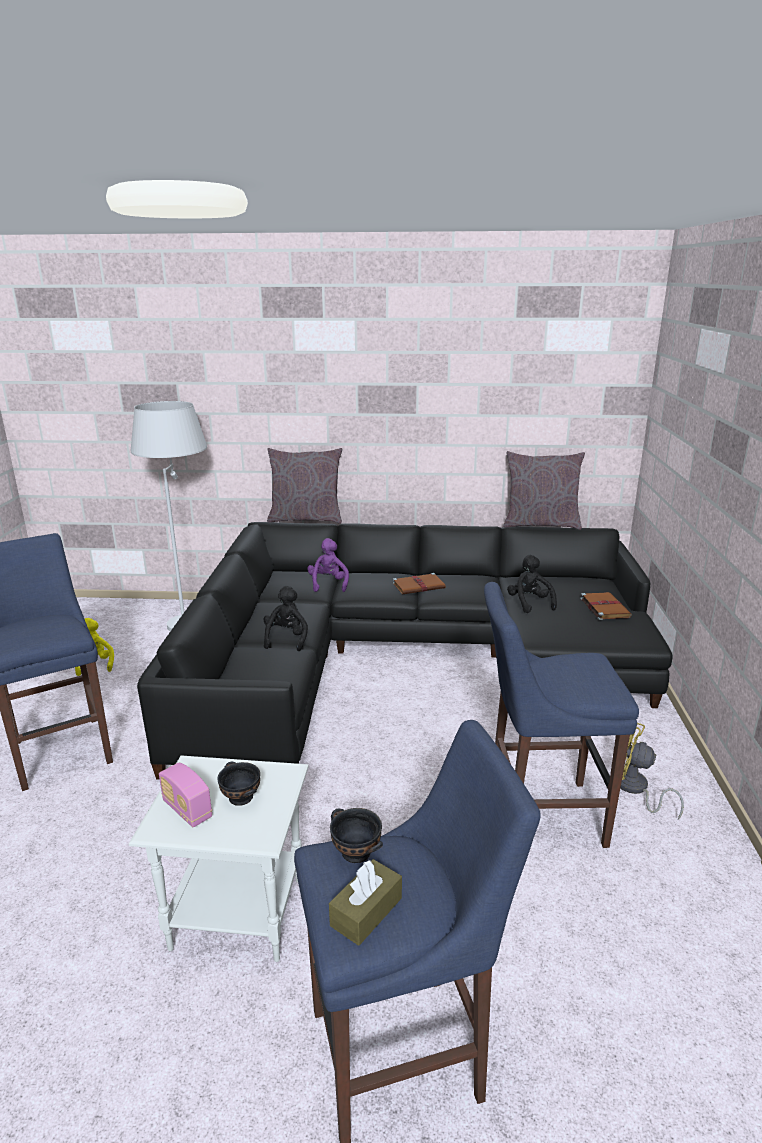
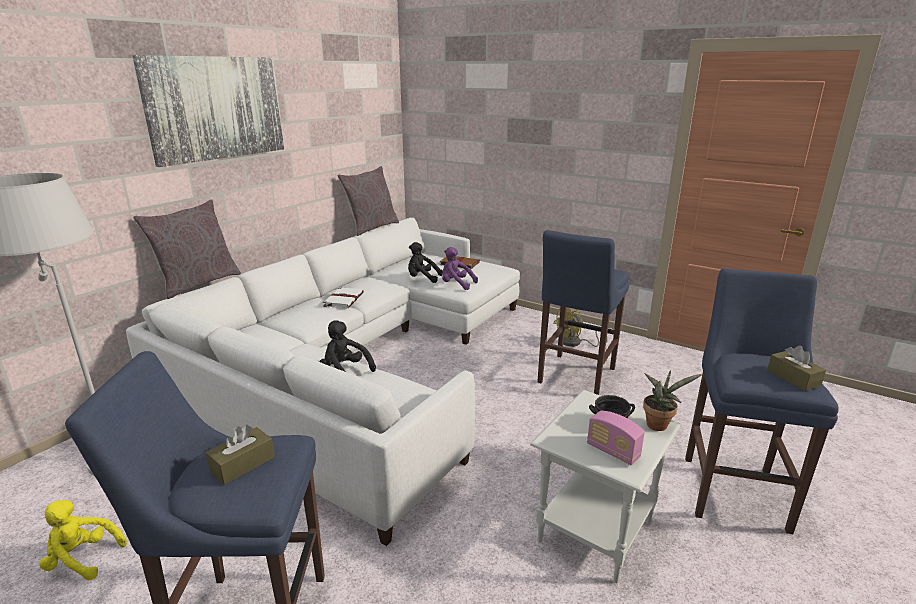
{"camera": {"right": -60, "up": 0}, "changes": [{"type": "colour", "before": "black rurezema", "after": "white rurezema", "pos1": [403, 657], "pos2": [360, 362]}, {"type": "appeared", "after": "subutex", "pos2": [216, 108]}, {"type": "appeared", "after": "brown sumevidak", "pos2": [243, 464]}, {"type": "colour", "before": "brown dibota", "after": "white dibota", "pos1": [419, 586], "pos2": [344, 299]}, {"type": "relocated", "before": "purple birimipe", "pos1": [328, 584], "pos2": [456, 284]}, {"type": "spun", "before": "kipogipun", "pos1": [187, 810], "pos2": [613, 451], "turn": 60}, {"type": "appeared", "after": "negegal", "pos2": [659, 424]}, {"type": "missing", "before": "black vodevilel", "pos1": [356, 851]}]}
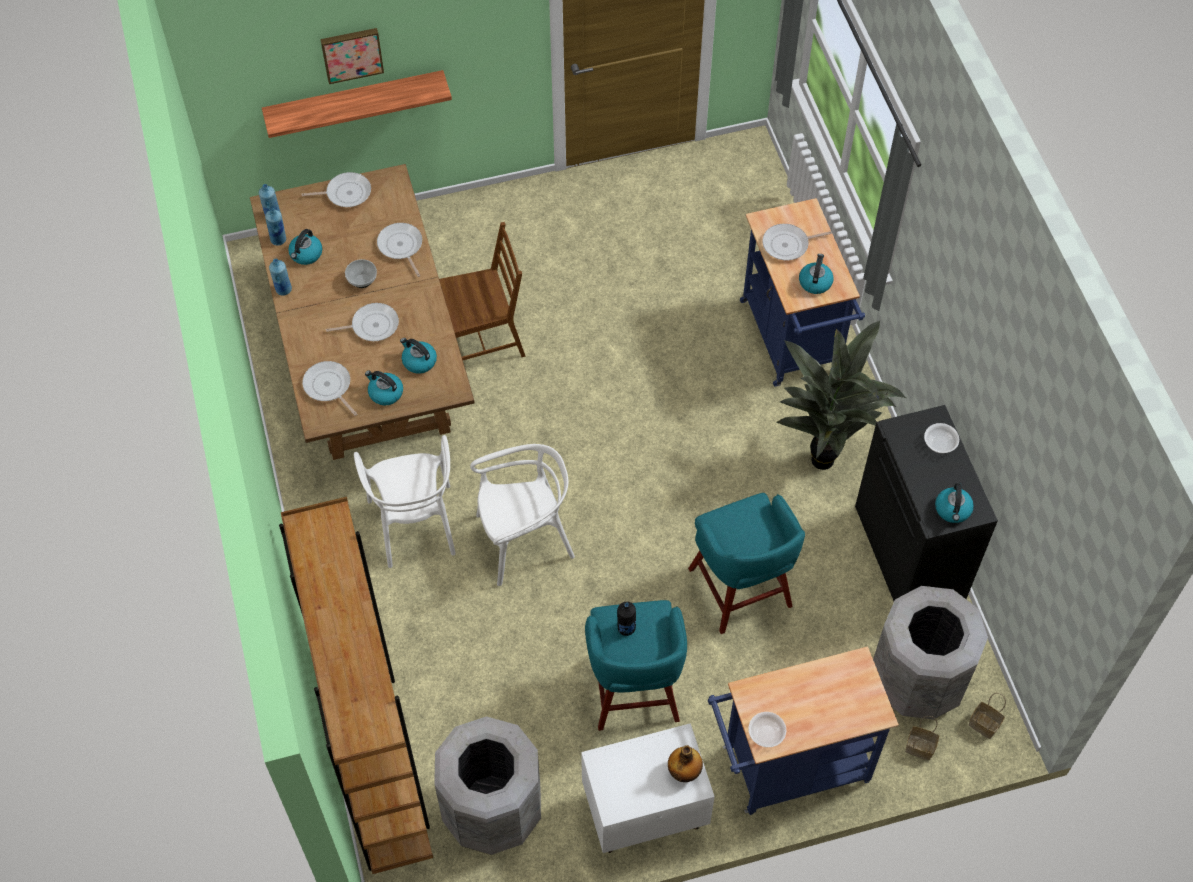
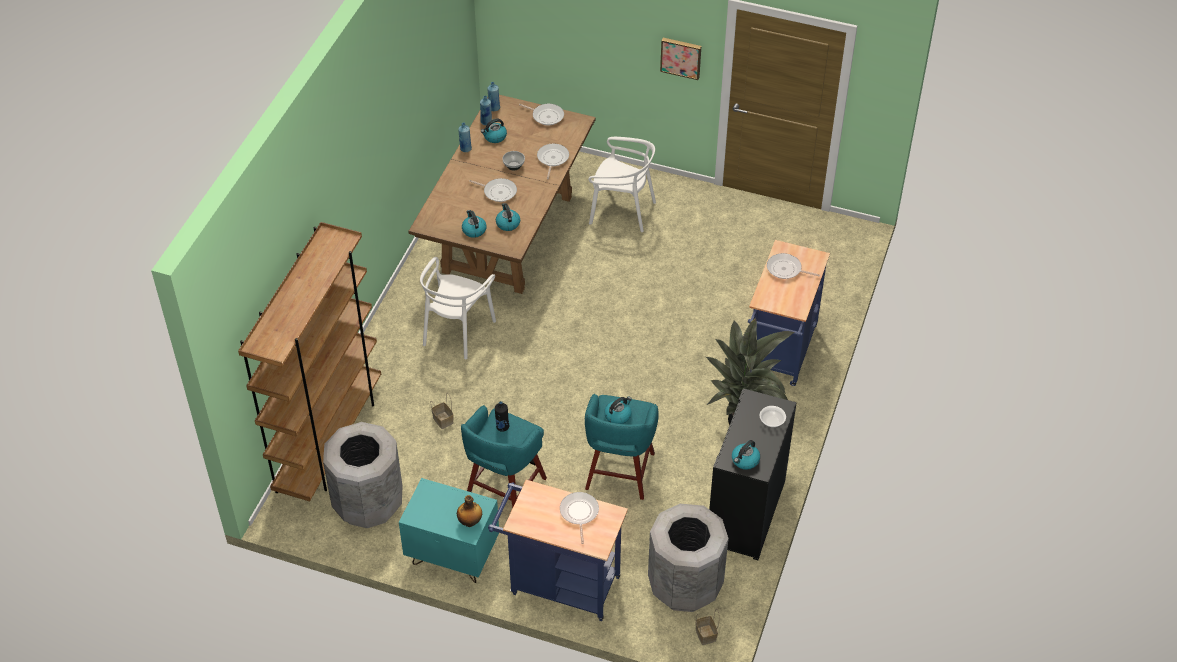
{"camera": {"right": 35, "up": -10}, "changes": [{"type": "colour", "before": "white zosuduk", "after": "turquoise zosuduk", "pos1": [644, 813], "pos2": [452, 556]}, {"type": "relocated", "before": "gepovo", "pos1": [918, 747], "pos2": [442, 420]}, {"type": "relocated", "before": "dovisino", "pos1": [329, 387], "pos2": [579, 513]}, {"type": "relocated", "before": "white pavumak", "pos1": [524, 540], "pos2": [622, 211]}, {"type": "relocated", "before": "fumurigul", "pos1": [815, 282], "pos2": [618, 415]}, {"type": "relocated", "before": "subutex", "pos1": [351, 53], "pos2": [681, 57]}, {"type": "missing", "before": "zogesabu", "pos1": [355, 101]}, {"type": "missing", "before": "brown pavumak", "pos1": [482, 339]}, {"type": "missing", "before": "vodevilel", "pos1": [766, 733]}]}
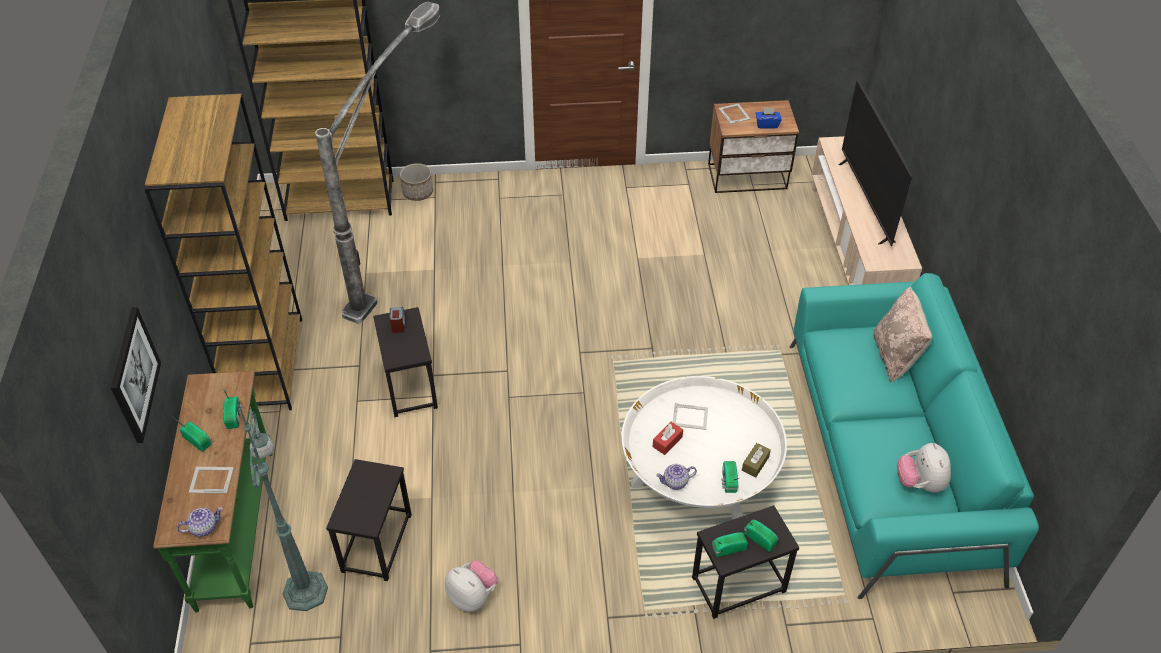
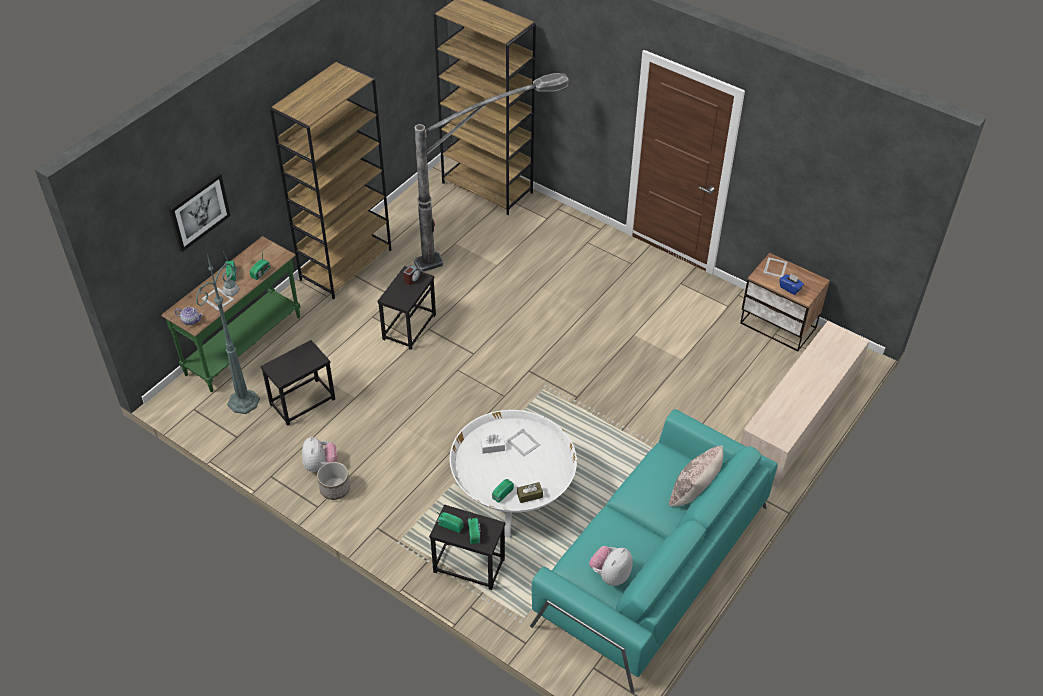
{"camera": {"right": 40, "up": 0}, "changes": [{"type": "relocated", "before": "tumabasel", "pos1": [417, 192], "pos2": [335, 488]}, {"type": "colour", "before": "red sumevidak", "after": "white sumevidak", "pos1": [667, 442], "pos2": [493, 447]}, {"type": "missing", "before": "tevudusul", "pos1": [675, 482]}, {"type": "missing", "before": "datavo", "pos1": [866, 202]}]}
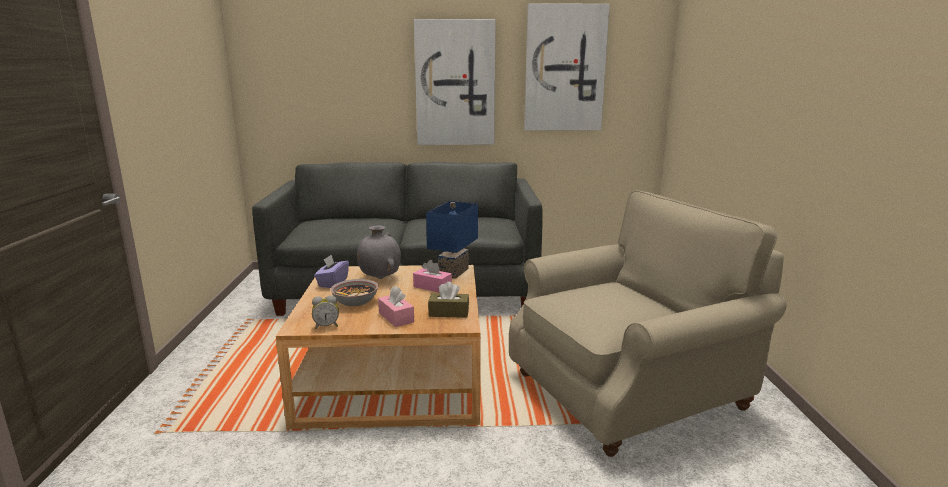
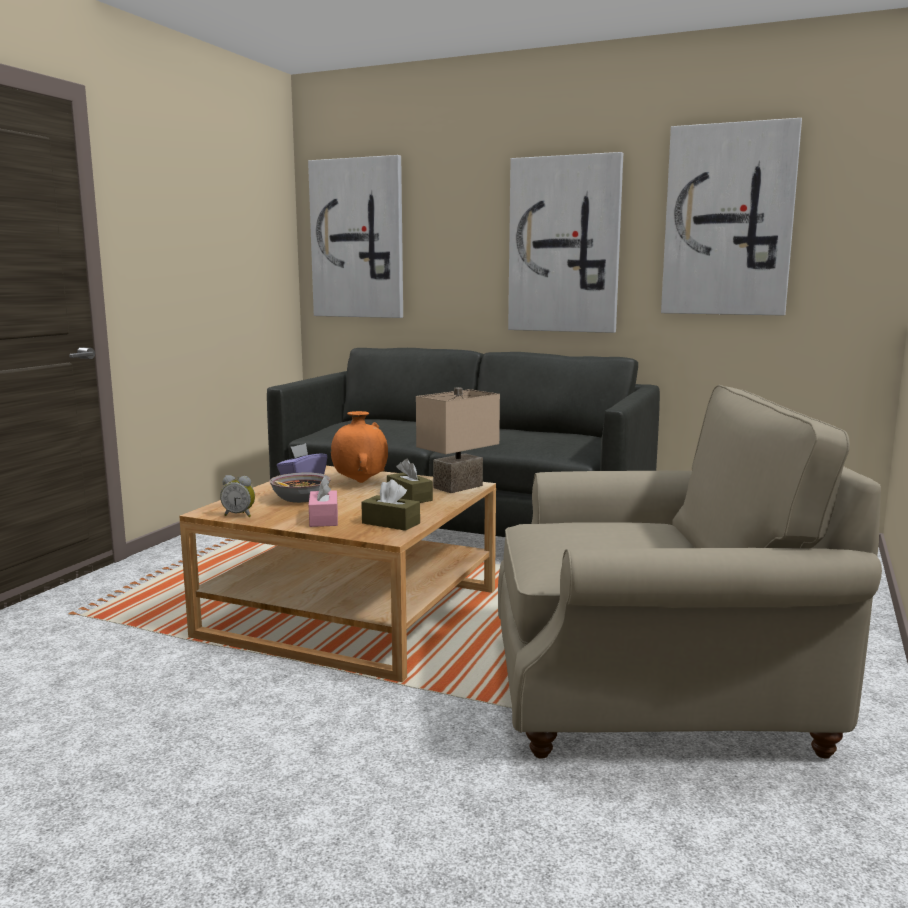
{"camera": {"right": 25, "up": -5}, "changes": [{"type": "appeared", "after": "subutex", "pos2": [357, 239]}, {"type": "colour", "before": "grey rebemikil", "after": "orange rebemikil", "pos1": [380, 278], "pos2": [360, 482]}, {"type": "colour", "before": "pink sumevidak", "after": "brown sumevidak", "pos1": [432, 287], "pos2": [409, 497]}, {"type": "colour", "before": "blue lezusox", "after": "beige lezusox", "pos1": [455, 272], "pos2": [459, 487]}]}
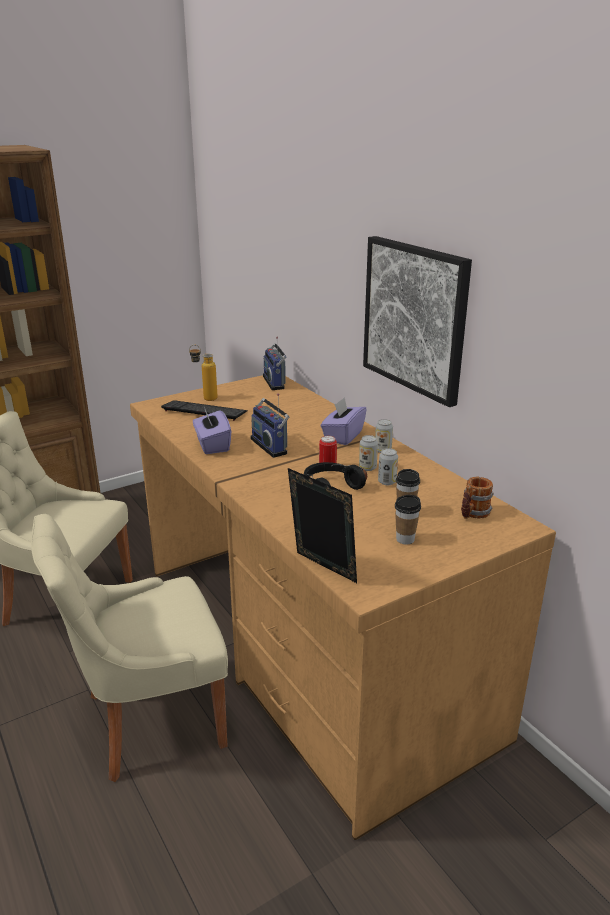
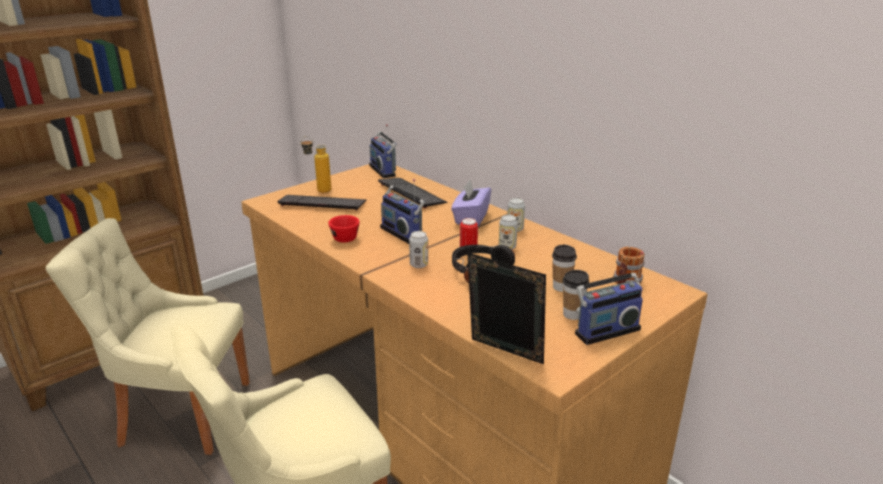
{"camera": {"right": -10, "up": 0}, "changes": [{"type": "exchanged", "before": "purple sumevidak", "after": "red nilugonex", "pos1": [212, 445], "pos2": [343, 237]}, {"type": "appeared", "after": "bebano", "pos2": [411, 193]}, {"type": "relocated", "before": "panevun", "pos1": [387, 482], "pos2": [419, 265]}, {"type": "appeared", "after": "kipogipun", "pos2": [605, 330]}, {"type": "missing", "before": "subutex", "pos1": [415, 318]}]}
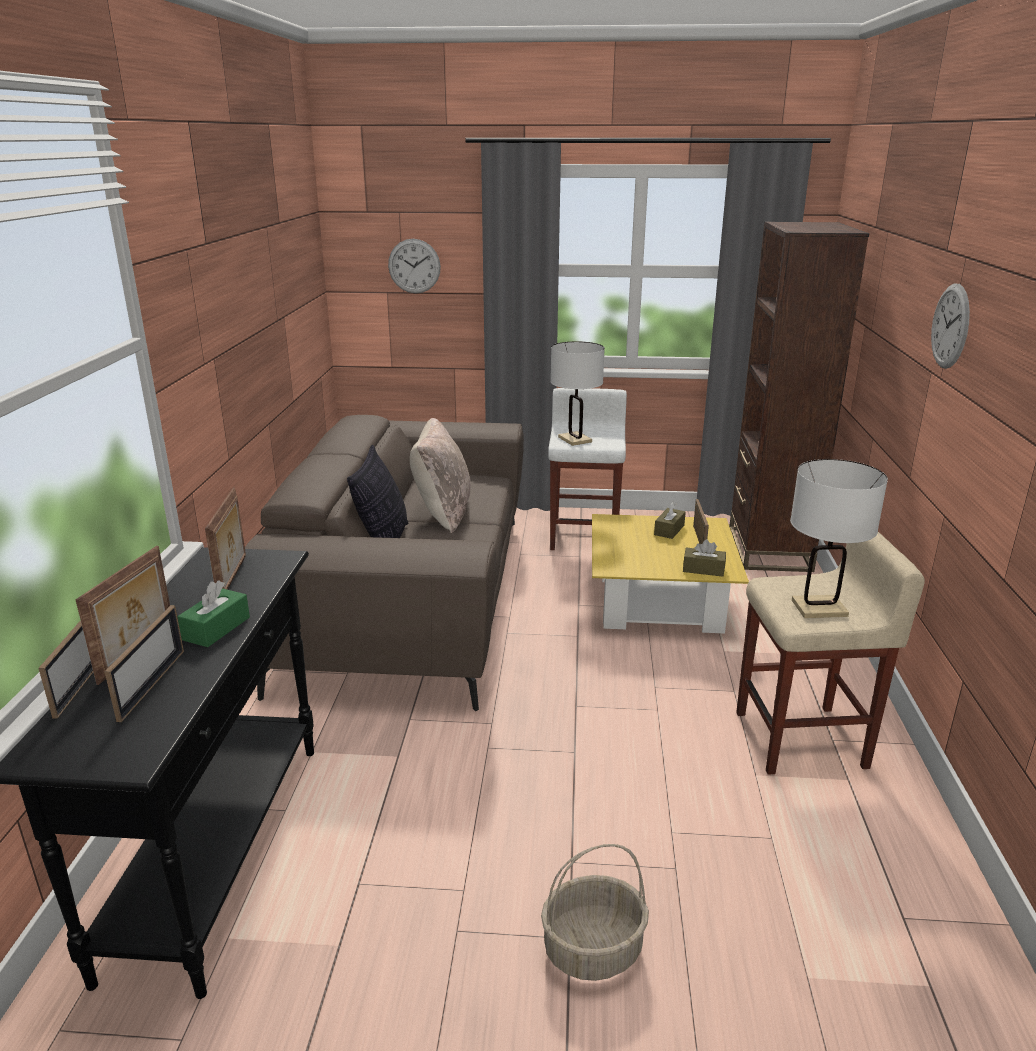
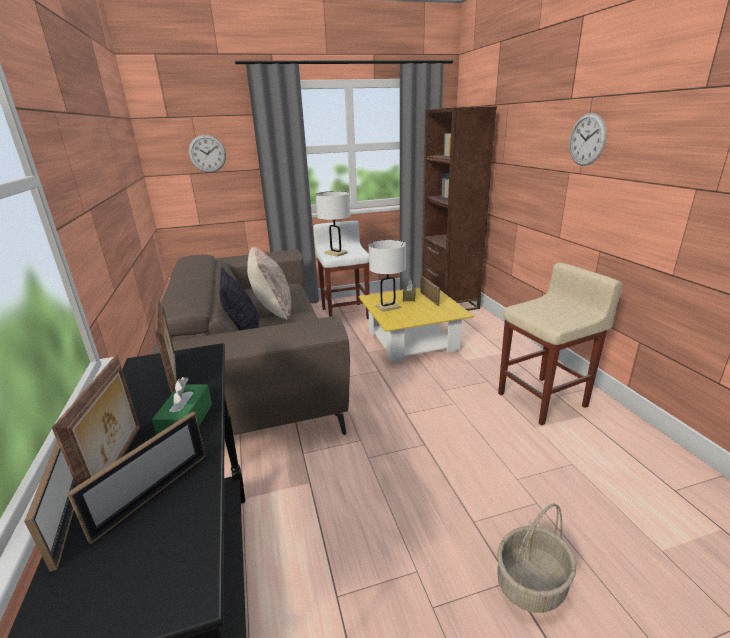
{"camera": {"right": -20, "up": 0}, "changes": [{"type": "spun", "before": "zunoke", "pos1": [152, 684], "pos2": [153, 494], "turn": 45}, {"type": "relocated", "before": "white lezusox", "pos1": [819, 608], "pos2": [388, 307]}, {"type": "missing", "before": "brown sumevidak", "pos1": [703, 569]}]}
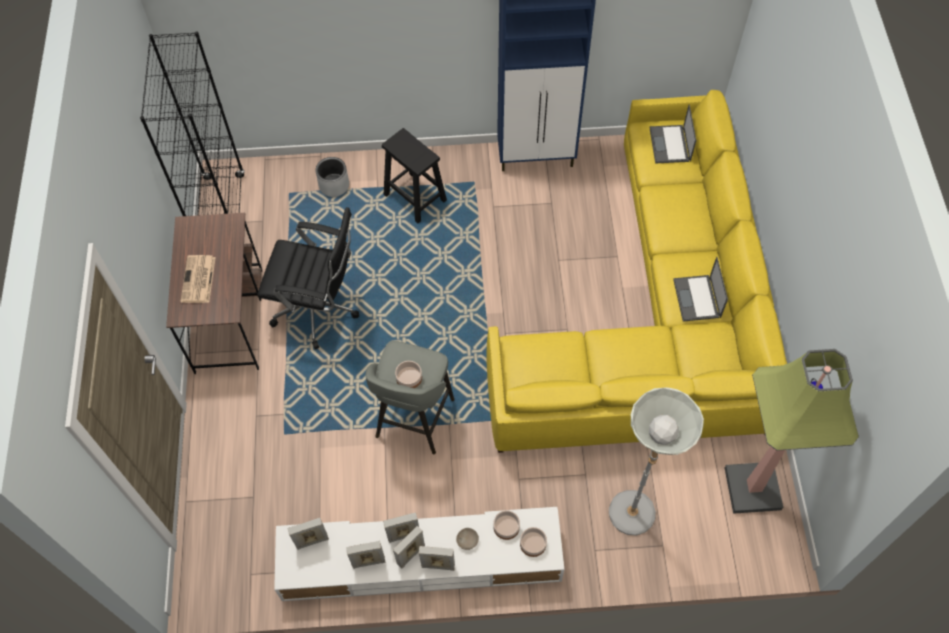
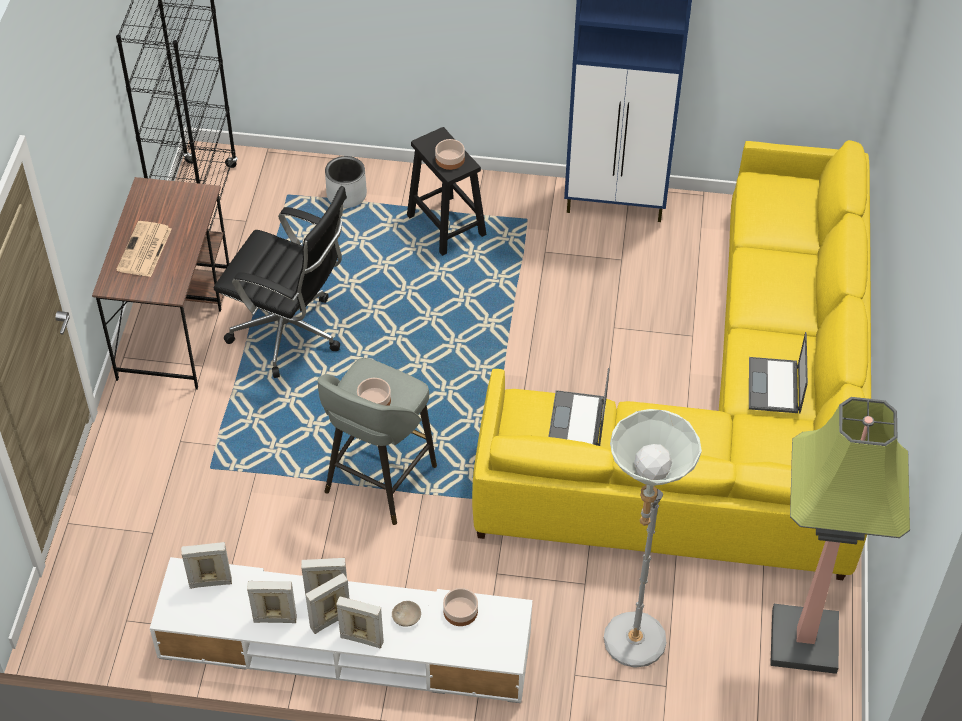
{"camera": {"right": 10, "up": -10}, "changes": [{"type": "relocated", "before": "vodevilel", "pos1": [533, 544], "pos2": [450, 159]}, {"type": "relocated", "before": "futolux", "pos1": [670, 145], "pos2": [577, 422]}]}
